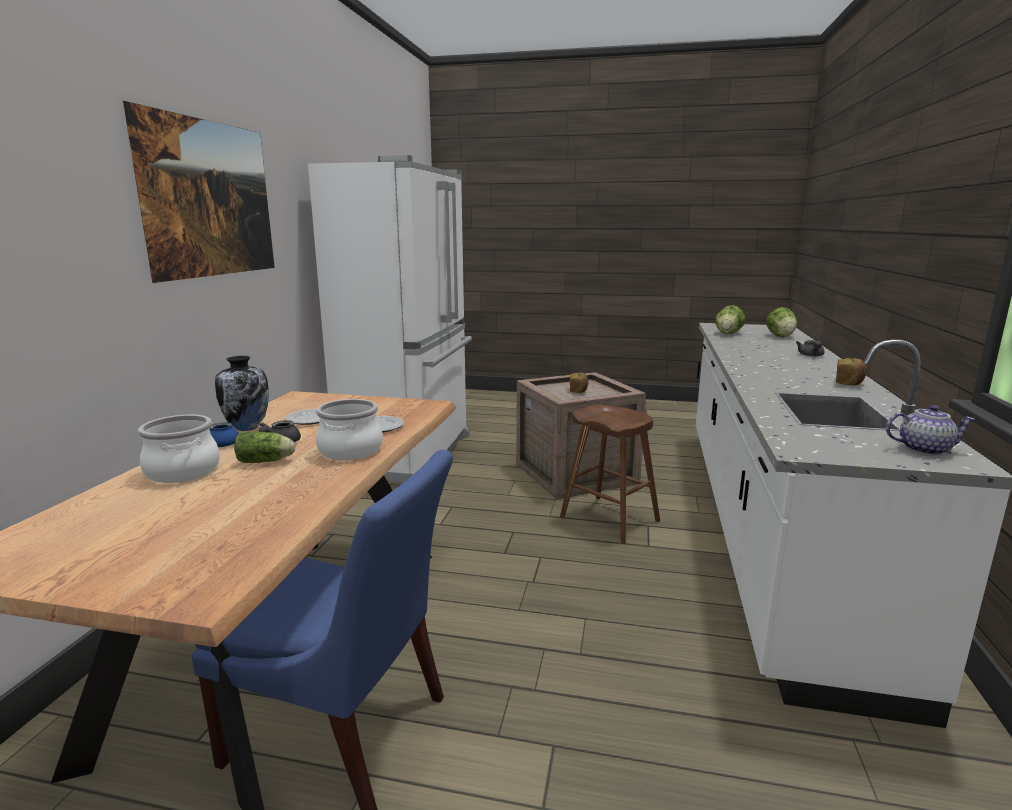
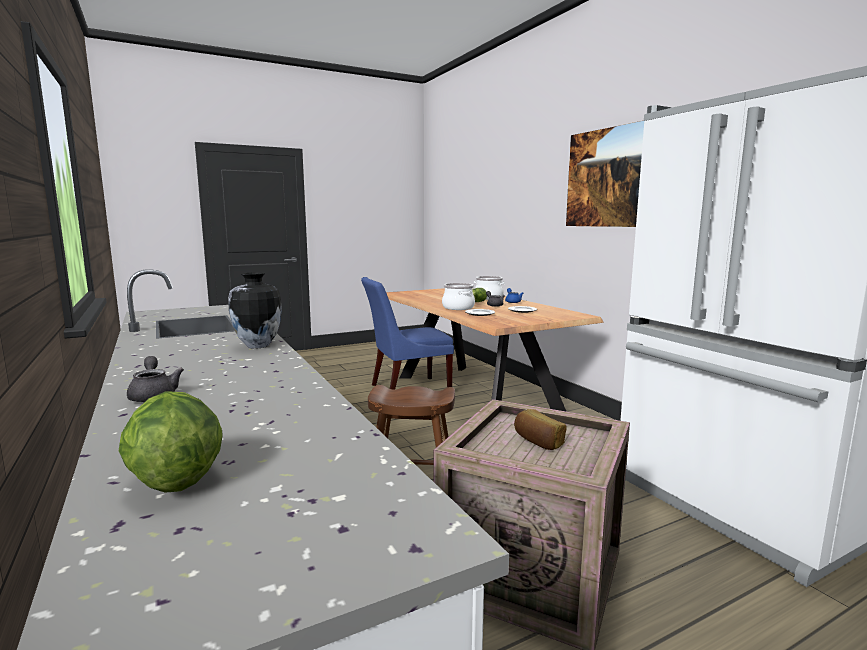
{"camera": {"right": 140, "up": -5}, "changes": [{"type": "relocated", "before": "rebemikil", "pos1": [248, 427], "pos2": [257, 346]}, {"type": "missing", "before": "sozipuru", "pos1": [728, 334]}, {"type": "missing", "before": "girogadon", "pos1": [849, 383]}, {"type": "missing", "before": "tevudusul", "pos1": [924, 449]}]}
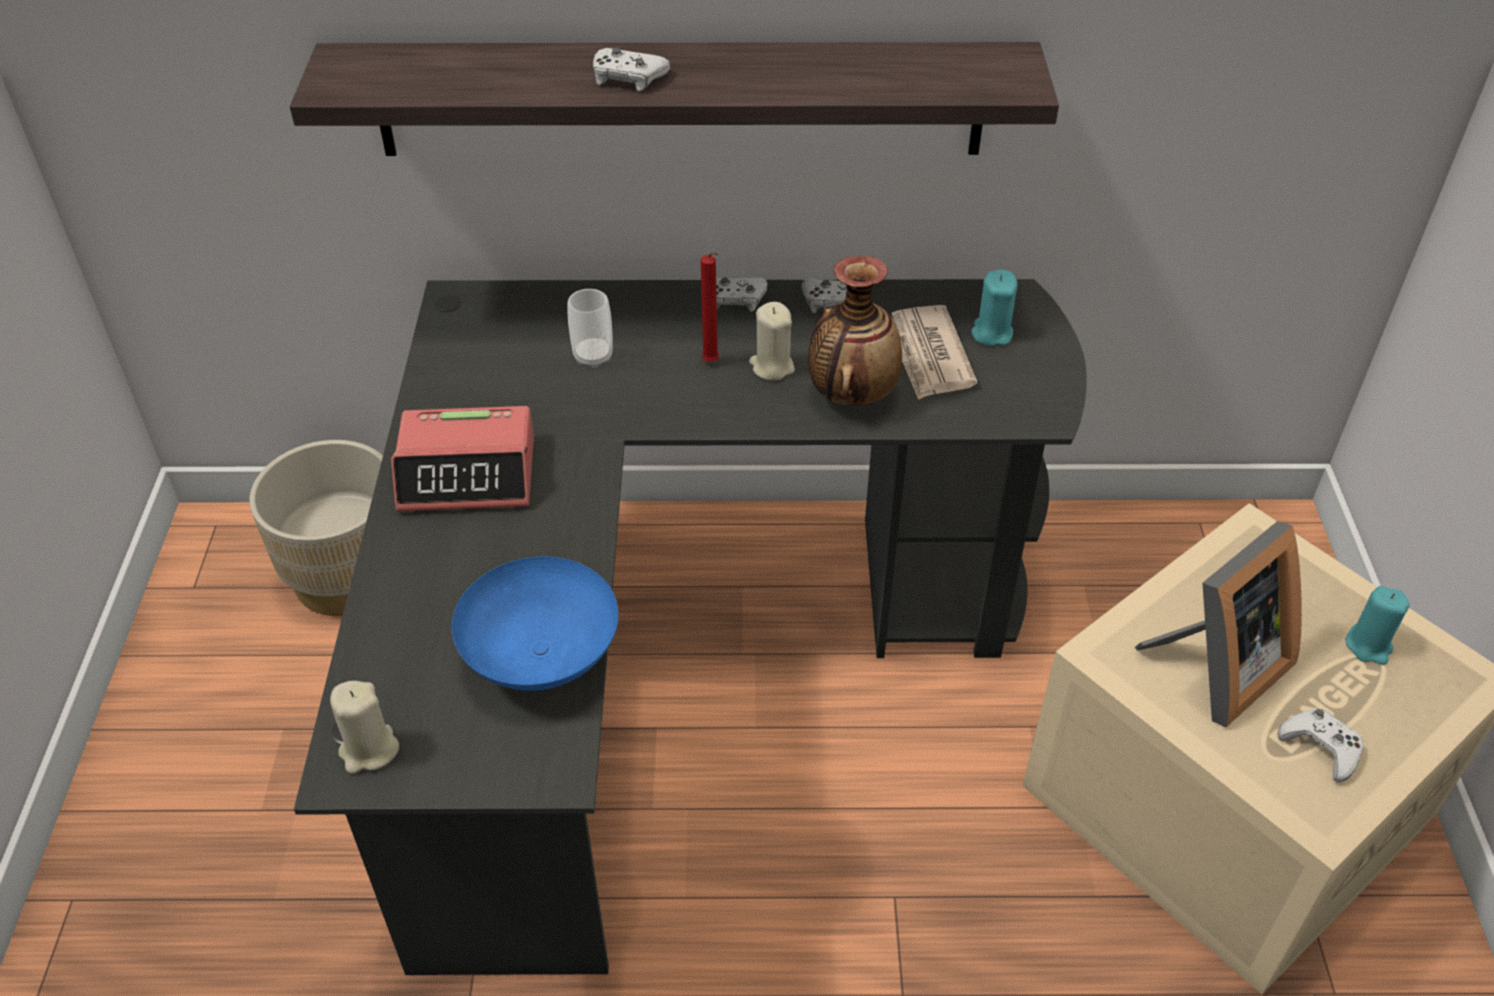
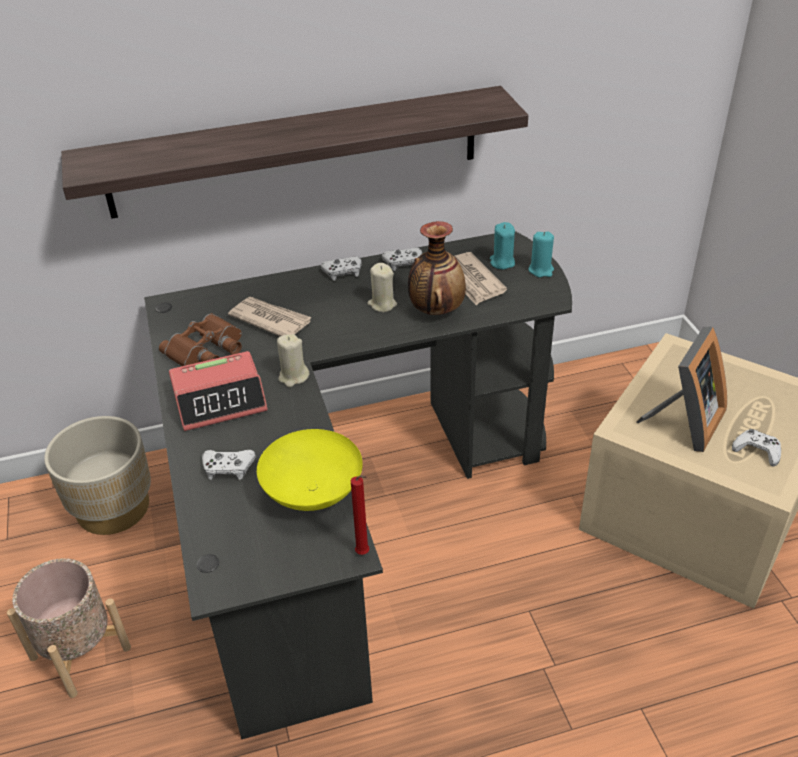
{"camera": {"right": -15, "up": -5}, "changes": [{"type": "appeared", "after": "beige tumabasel", "pos2": [80, 653]}, {"type": "appeared", "after": "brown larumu", "pos2": [207, 350]}, {"type": "relocated", "before": "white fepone", "pos1": [627, 78], "pos2": [228, 468]}, {"type": "exchanged", "before": "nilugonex", "after": "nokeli", "pos1": [593, 356], "pos2": [270, 319]}, {"type": "colour", "before": "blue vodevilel", "after": "yellow vodevilel", "pos1": [540, 655], "pos2": [311, 492]}, {"type": "relocated", "before": "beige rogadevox", "pos1": [369, 750], "pos2": [293, 377]}, {"type": "relocated", "before": "red rogadevox", "pos1": [712, 363], "pos2": [364, 554]}, {"type": "relocated", "before": "turquoise rogadevox", "pos1": [1368, 645], "pos2": [541, 270]}]}
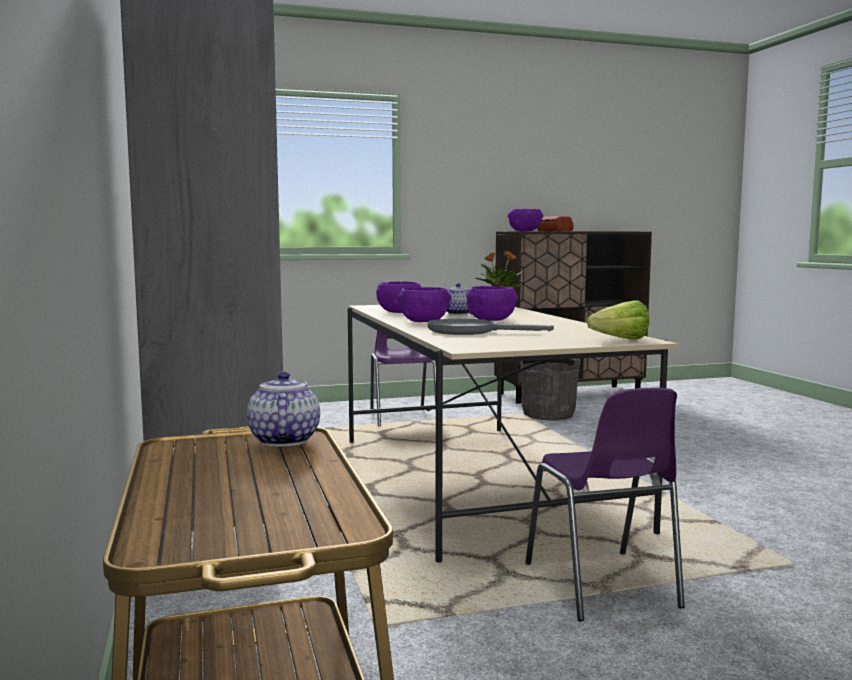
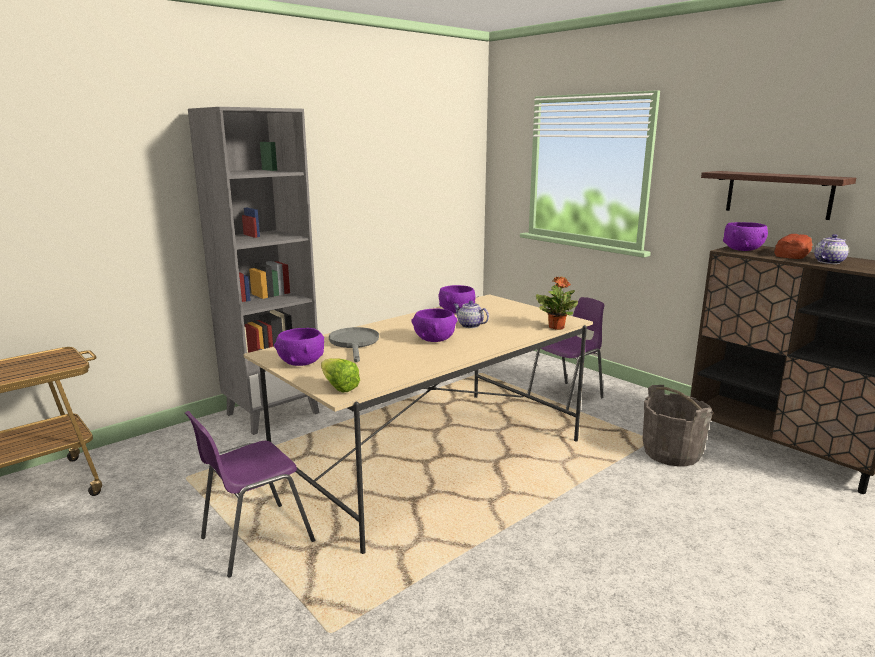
{"camera": {"right": 65, "up": 10}, "changes": [{"type": "relocated", "before": "purple vodevilel", "pos1": [424, 321], "pos2": [301, 362]}, {"type": "appeared", "after": "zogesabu", "pos2": [778, 194]}, {"type": "relocated", "before": "tevudusul", "pos1": [283, 440], "pos2": [829, 262]}]}
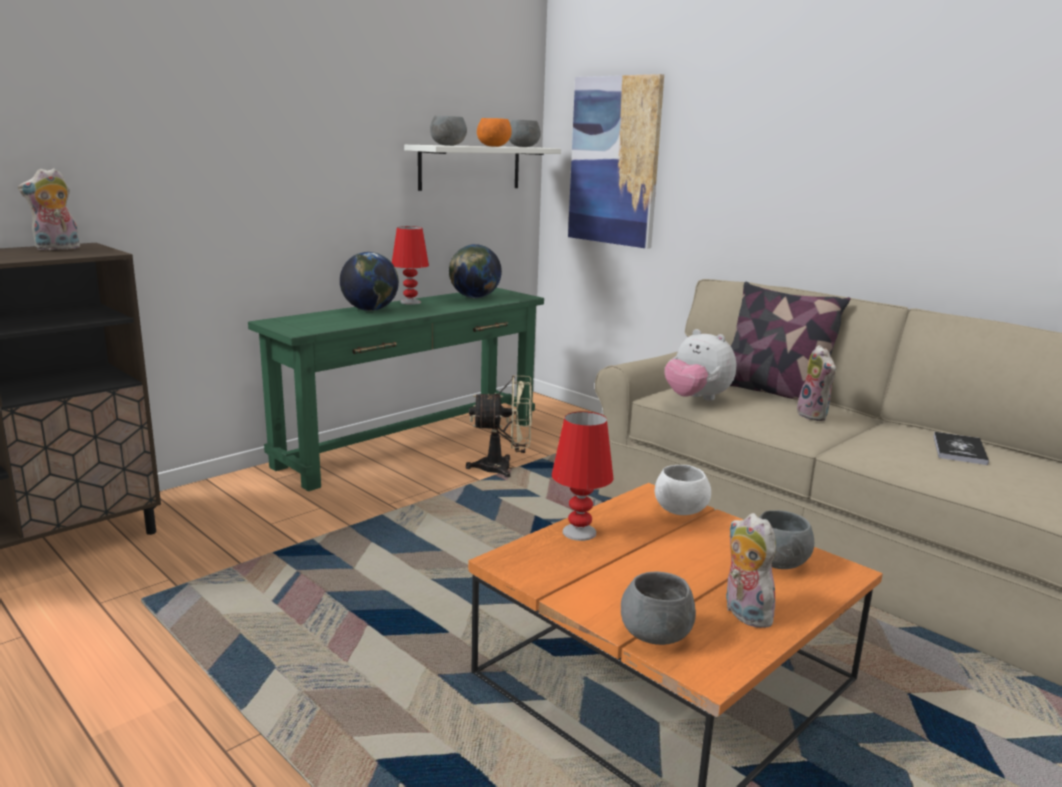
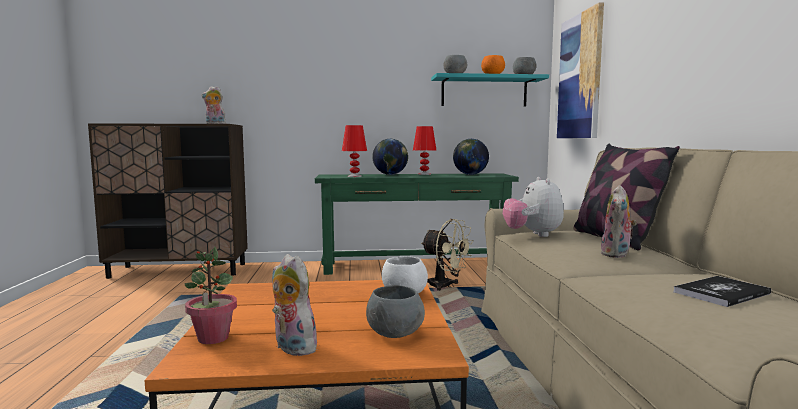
{"camera": {"right": 40, "up": -10}, "changes": [{"type": "exchanged", "before": "grey vodevilel", "after": "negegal", "pos1": [656, 635], "pos2": [213, 338]}, {"type": "spun", "before": "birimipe", "pos1": [743, 613], "pos2": [291, 348], "turn": -60}, {"type": "relocated", "before": "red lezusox", "pos1": [579, 532], "pos2": [354, 176]}, {"type": "colour", "before": "white zogesabu", "after": "turquoise zogesabu", "pos1": [470, 167], "pos2": [484, 92]}]}
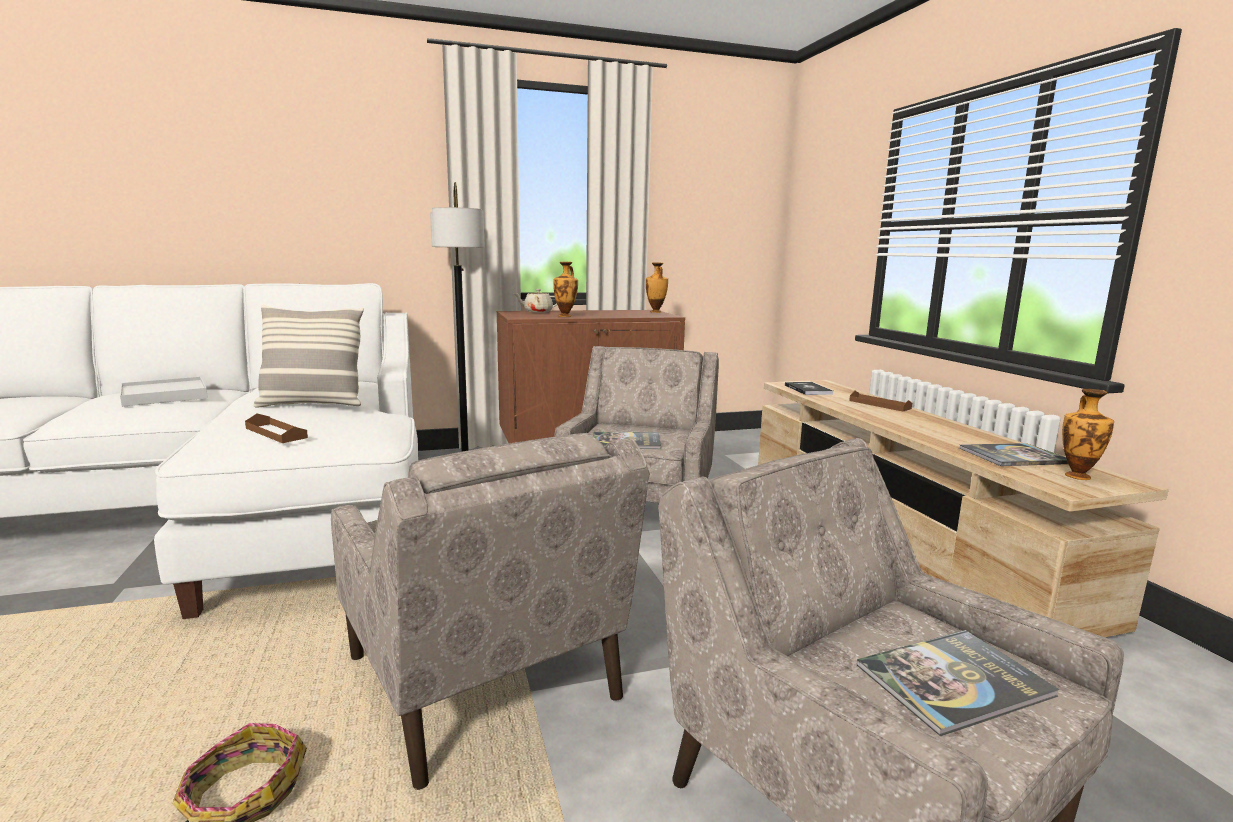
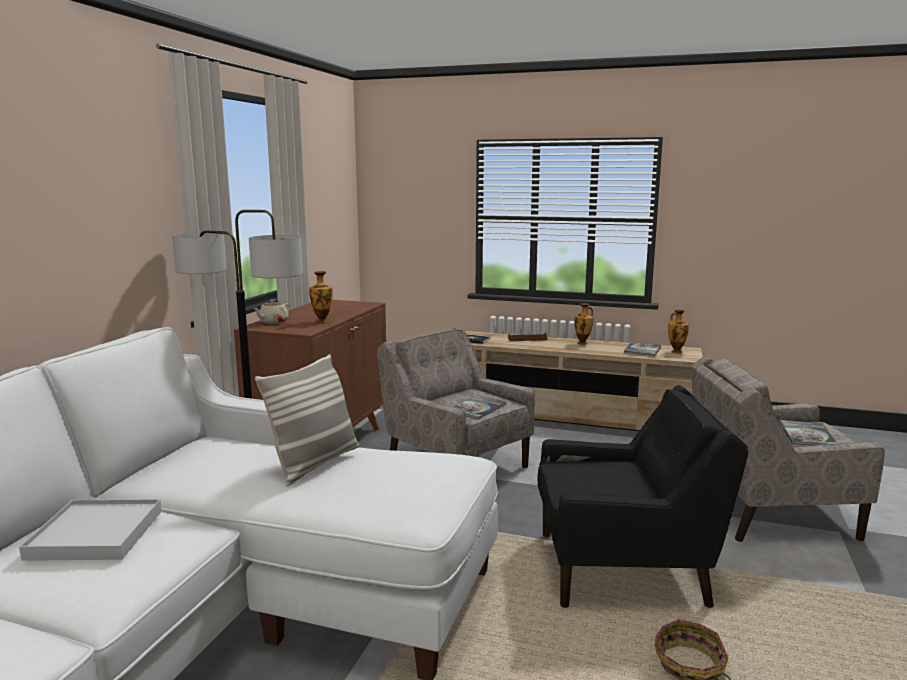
{"camera": {"right": -55, "up": 0}, "changes": [{"type": "colour", "before": "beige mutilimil", "after": "black mutilimil", "pos1": [481, 680], "pos2": [623, 568]}, {"type": "relocated", "before": "rebemikil", "pos1": [655, 312], "pos2": [582, 343]}, {"type": "missing", "before": "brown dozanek", "pos1": [276, 433]}]}
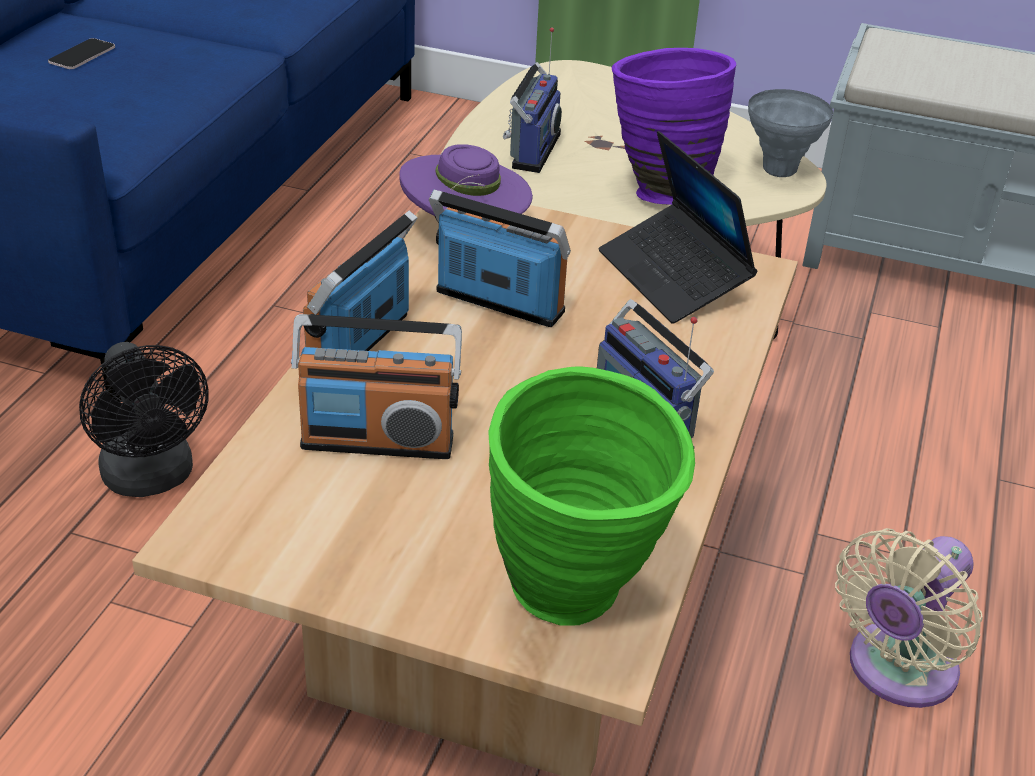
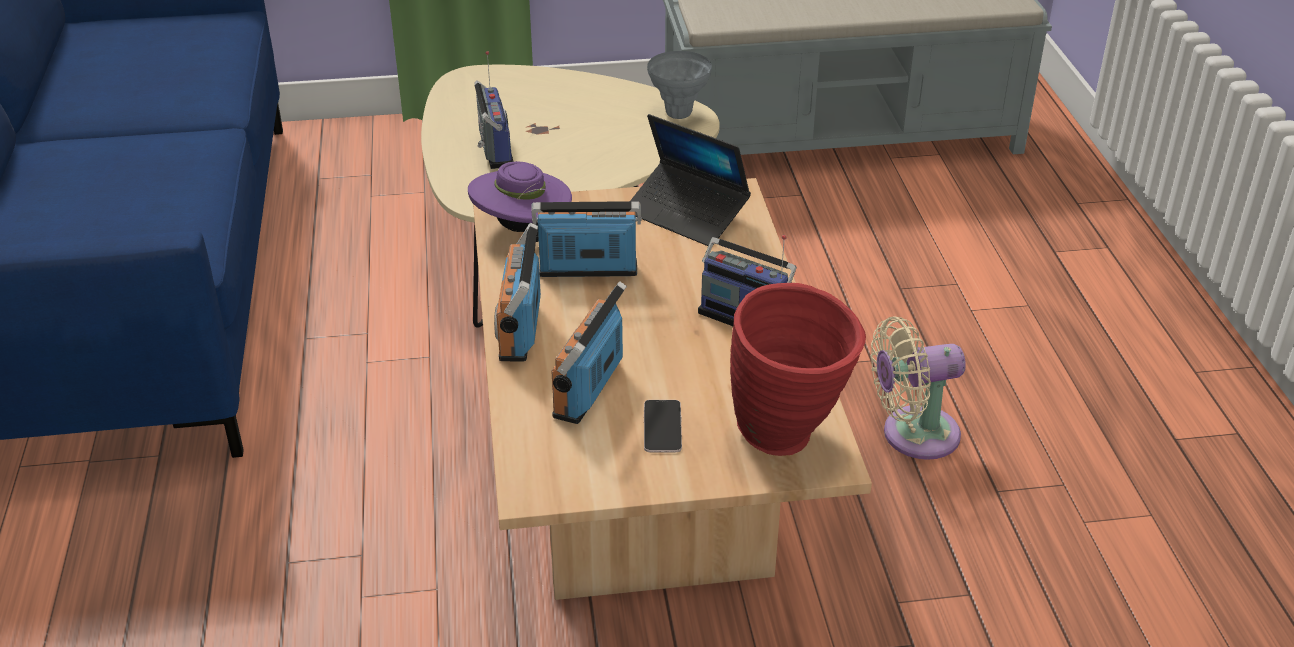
{"camera": {"right": -25, "up": 0}, "changes": [{"type": "spun", "before": "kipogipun", "pos1": [377, 441], "pos2": [588, 388], "turn": 135}, {"type": "relocated", "before": "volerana", "pos1": [82, 55], "pos2": [662, 427]}, {"type": "colour", "before": "green rebemikil", "after": "red rebemikil", "pos1": [577, 604], "pos2": [790, 439]}, {"type": "spun", "before": "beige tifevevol", "pos1": [896, 672], "pos2": [912, 435], "turn": 60}, {"type": "missing", "before": "black tifevevol", "pos1": [152, 479]}, {"type": "missing", "before": "purple rebemikil", "pos1": [658, 189]}]}
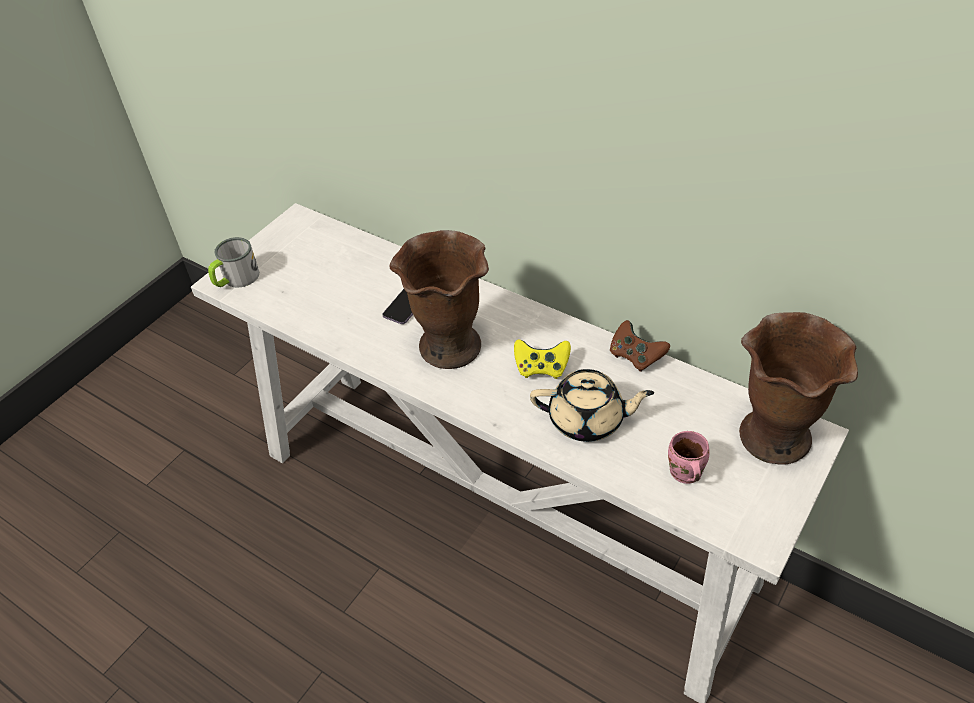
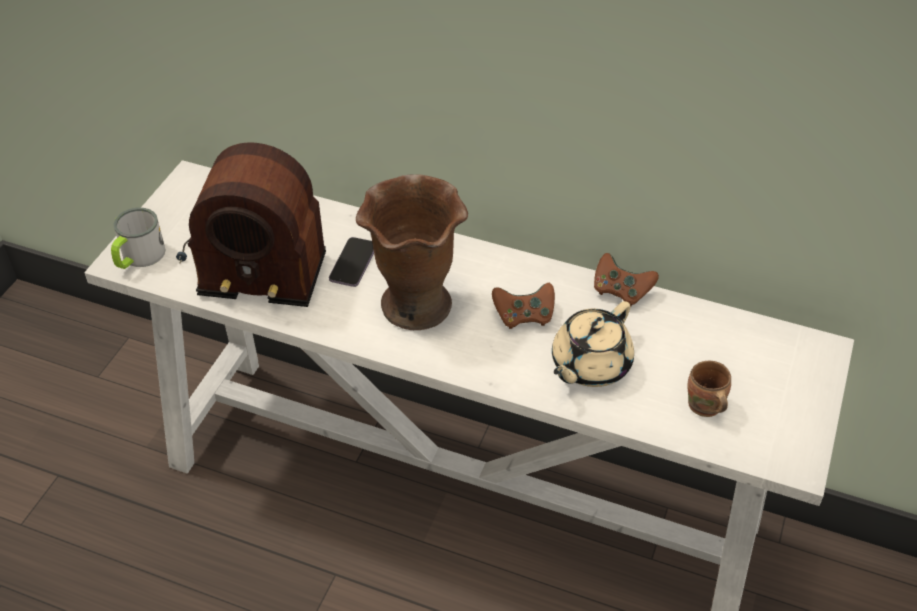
{"camera": {"right": -15, "up": 0}, "changes": [{"type": "appeared", "after": "kipogipun", "pos2": [251, 253]}, {"type": "colour", "before": "yellow fepone", "after": "brown fepone", "pos1": [541, 368], "pos2": [524, 316]}, {"type": "spun", "before": "beige tevudusul", "pos1": [588, 420], "pos2": [589, 365], "turn": 135}, {"type": "colour", "before": "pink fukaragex", "after": "brown fukaragex", "pos1": [684, 474], "pos2": [703, 407]}, {"type": "missing", "before": "brown rebemikil", "pos1": [773, 437]}]}
